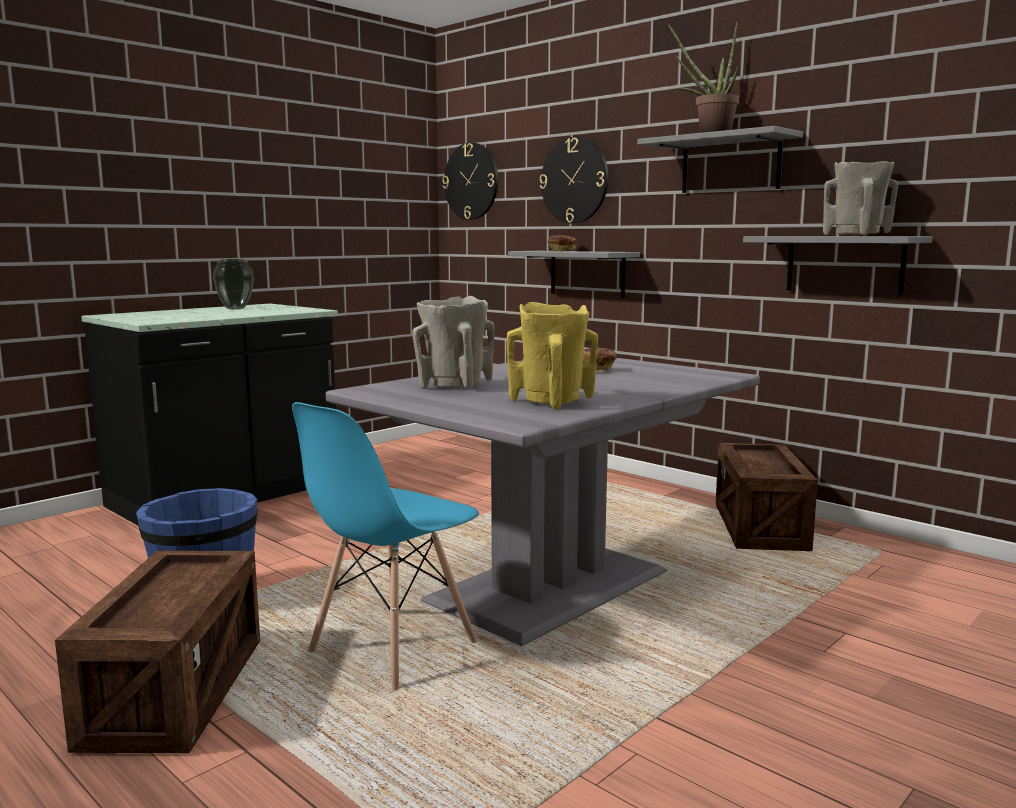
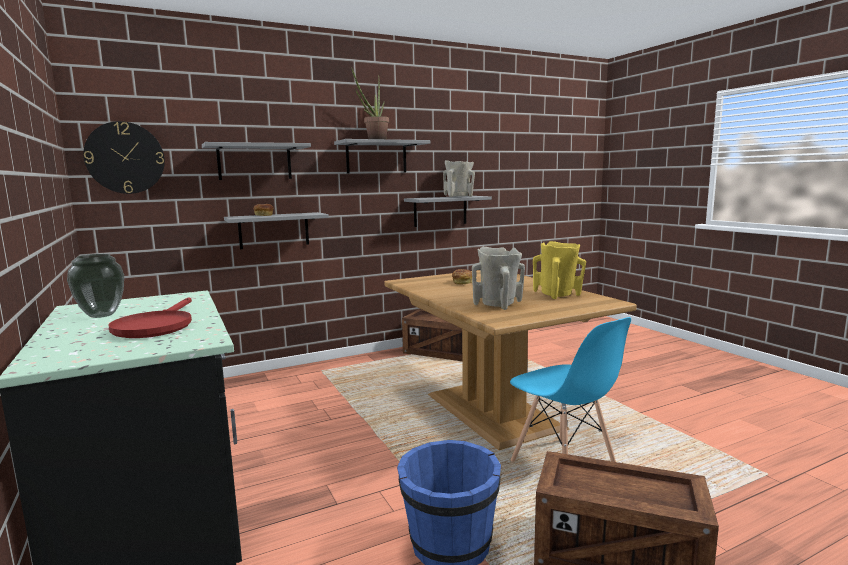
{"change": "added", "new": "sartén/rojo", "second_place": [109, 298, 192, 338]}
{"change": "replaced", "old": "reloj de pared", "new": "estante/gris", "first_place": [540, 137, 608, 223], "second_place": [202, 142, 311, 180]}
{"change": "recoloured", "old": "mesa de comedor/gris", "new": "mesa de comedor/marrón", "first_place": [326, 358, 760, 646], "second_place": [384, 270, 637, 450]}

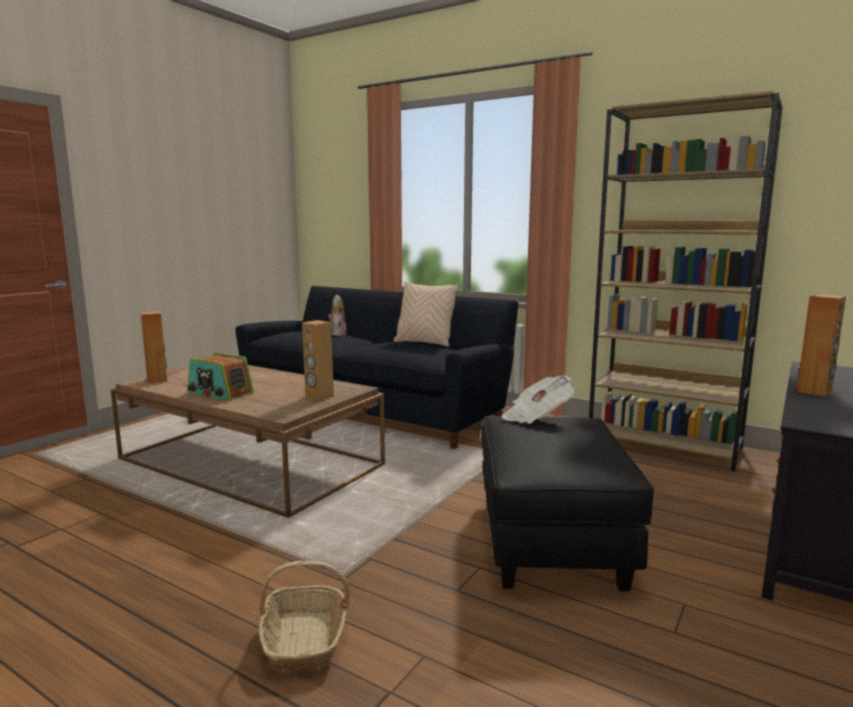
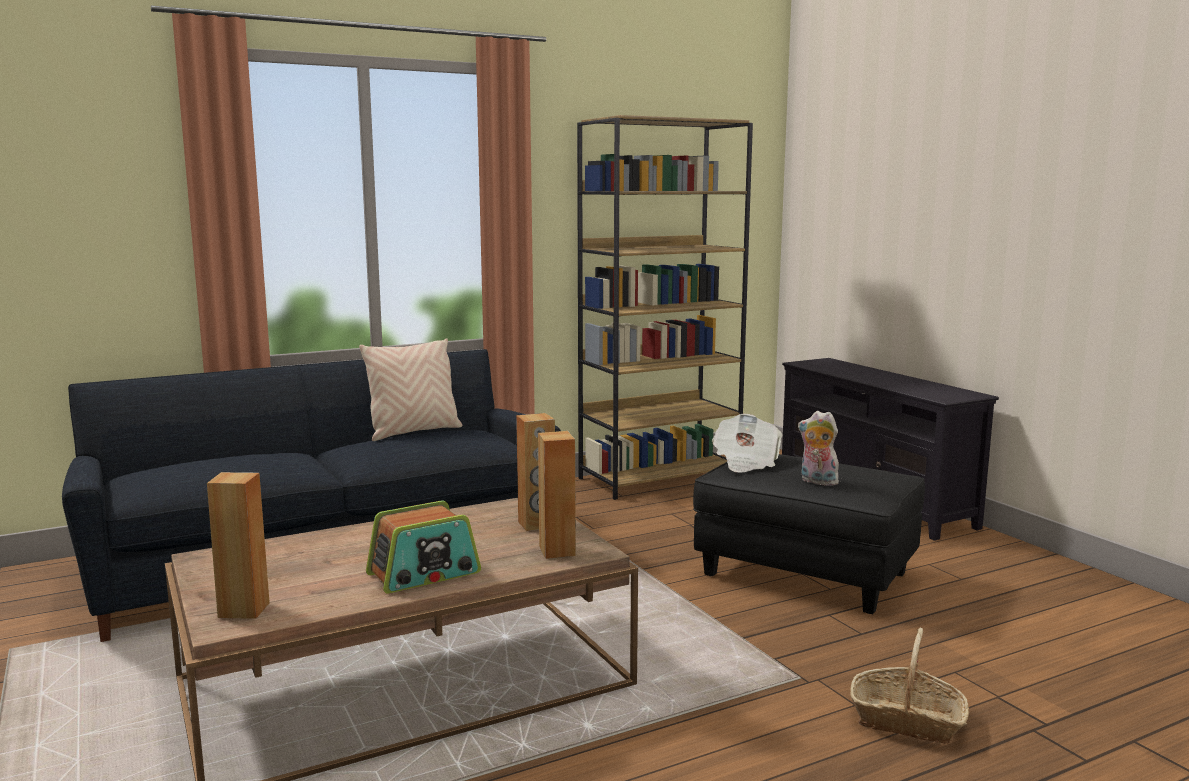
{"change": "moved", "old": "altavoz/marrón", "first_place": [797, 294, 846, 397], "second_place": [538, 431, 576, 559]}
{"change": "moved", "old": "peluche", "first_place": [328, 294, 346, 336], "second_place": [798, 411, 839, 486]}

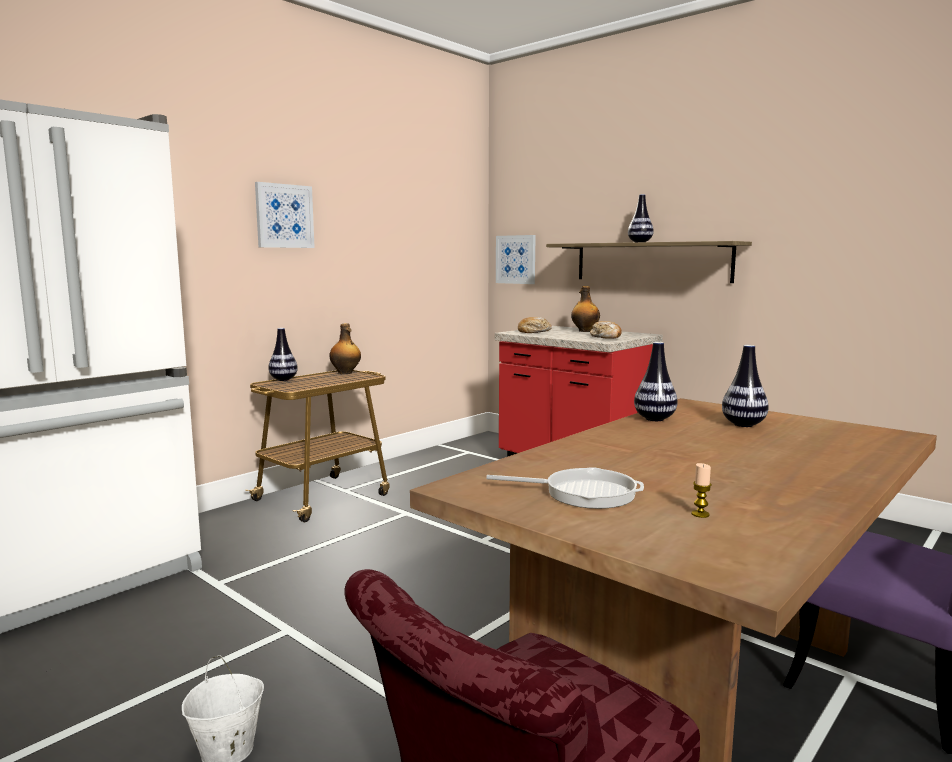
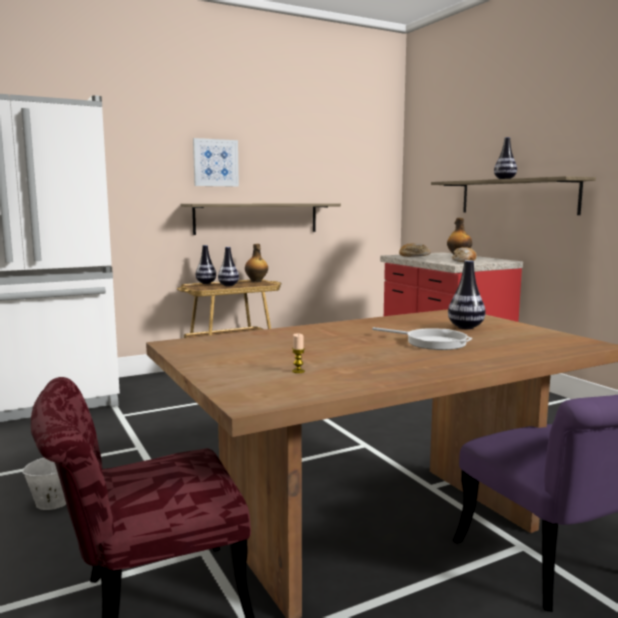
{"change": "added", "new": "estante", "second_place": [181, 203, 341, 235]}
{"change": "moved", "old": "florero", "first_place": [634, 342, 677, 421], "second_place": [218, 247, 239, 286]}
{"change": "moved", "old": "sartén", "first_place": [486, 467, 644, 509], "second_place": [372, 327, 472, 350]}
{"change": "removed", "old": "cuadro", "first_place": [496, 235, 536, 284]}

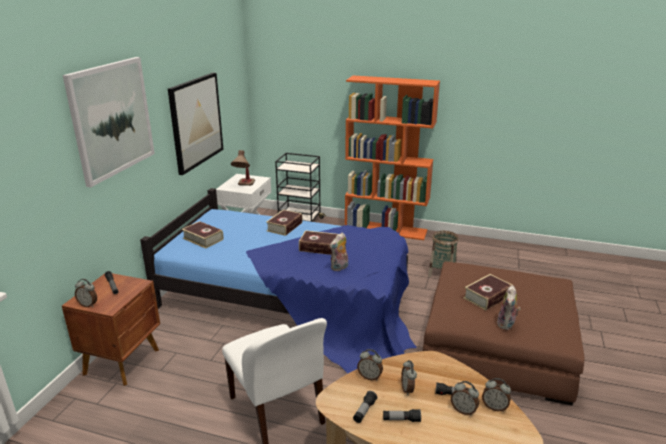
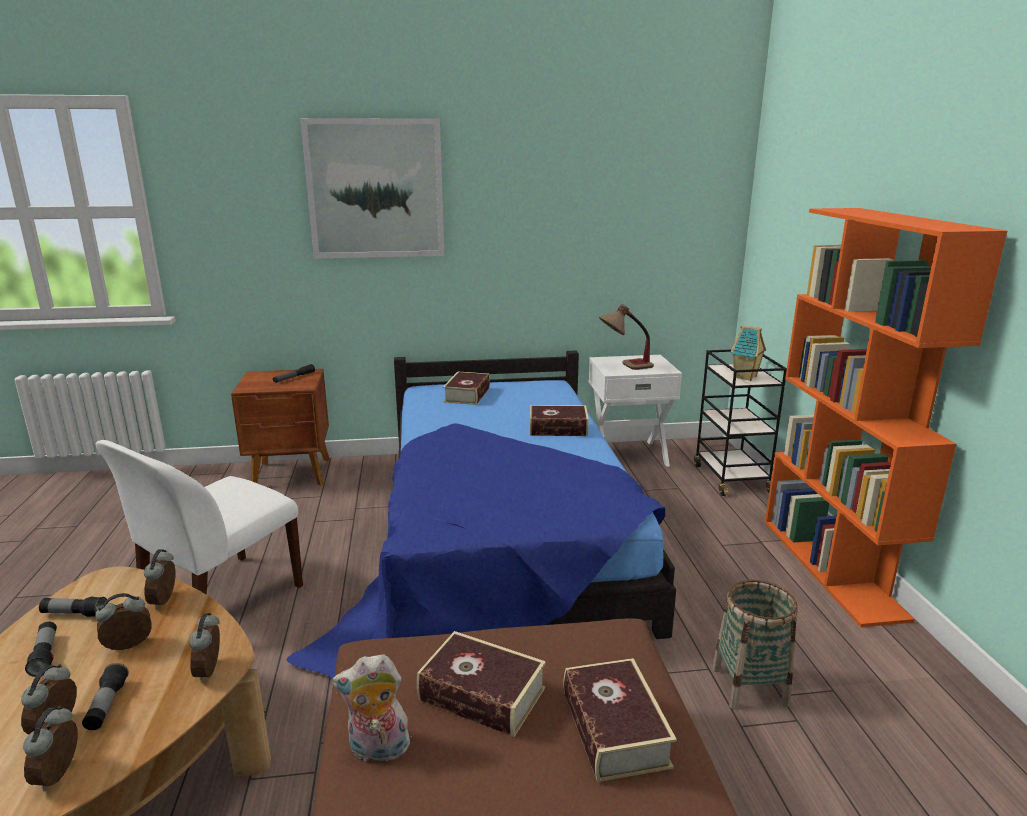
{"change": "moved", "old": "despertador", "first_place": [75, 279, 97, 307], "second_place": [189, 613, 220, 683]}
{"change": "moved", "old": "libro", "first_place": [299, 230, 339, 255], "second_place": [563, 658, 677, 782]}
{"change": "added", "new": "casita", "second_place": [731, 325, 766, 381]}
{"change": "removed", "old": "cuadro", "first_place": [168, 73, 224, 175]}
{"change": "removed", "old": "peluche", "first_place": [330, 233, 348, 271]}

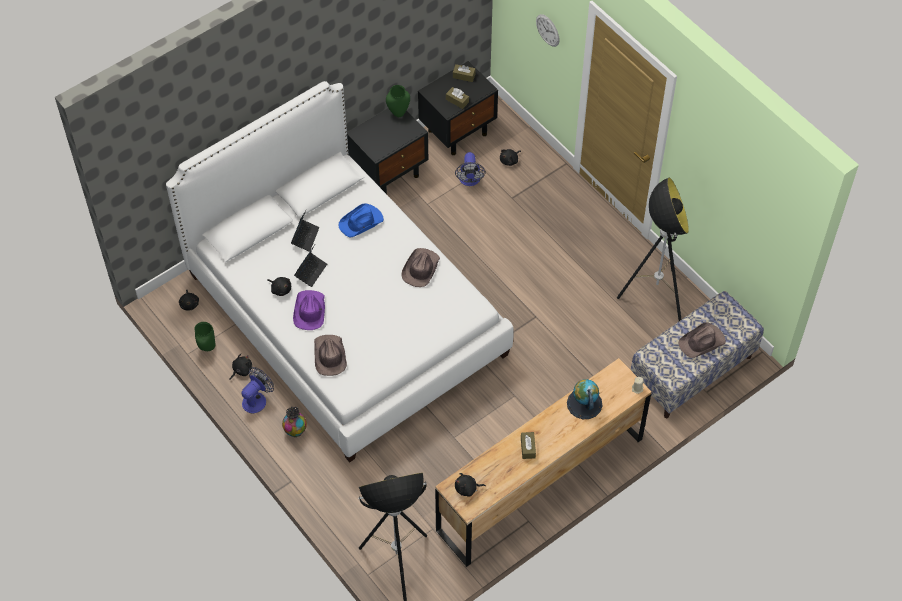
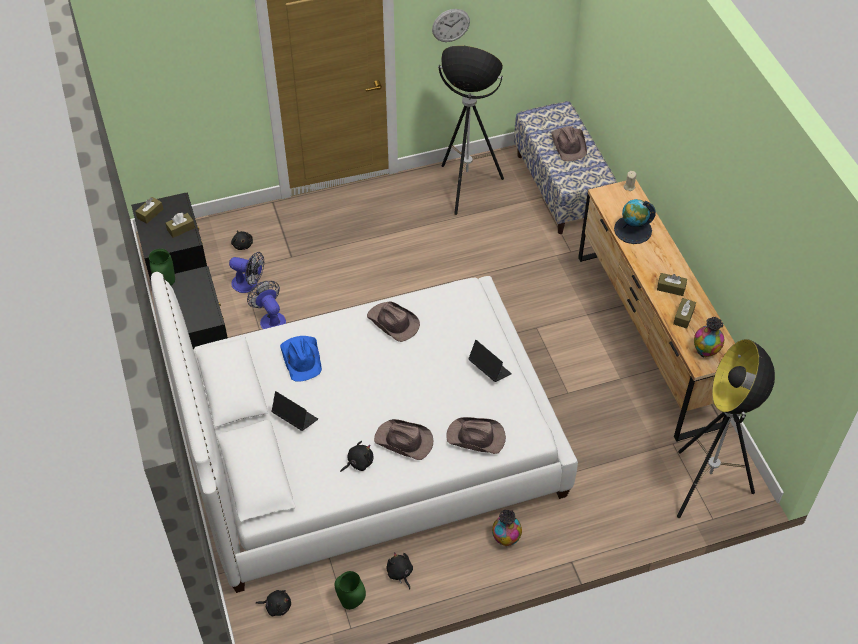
{"change": "moved", "old": "ventilador", "first_place": [241, 367, 274, 413], "second_place": [247, 281, 286, 329]}
{"change": "recoloured", "old": "sombrero/morado", "new": "sombrero/marrón", "first_place": [293, 290, 325, 330], "second_place": [374, 419, 433, 460]}
{"change": "moved", "old": "reloj de pared", "first_place": [536, 14, 559, 47], "second_place": [432, 9, 470, 42]}
{"change": "moved", "old": "portátil", "first_place": [294, 245, 327, 287], "second_place": [468, 340, 512, 382]}
{"change": "added", "new": "caja de pañuelos/marrón", "second_place": [673, 298, 696, 329]}
{"change": "replaced", "old": "peluche/negro", "new": "florero", "first_place": [455, 473, 486, 497], "second_place": [694, 317, 724, 358]}

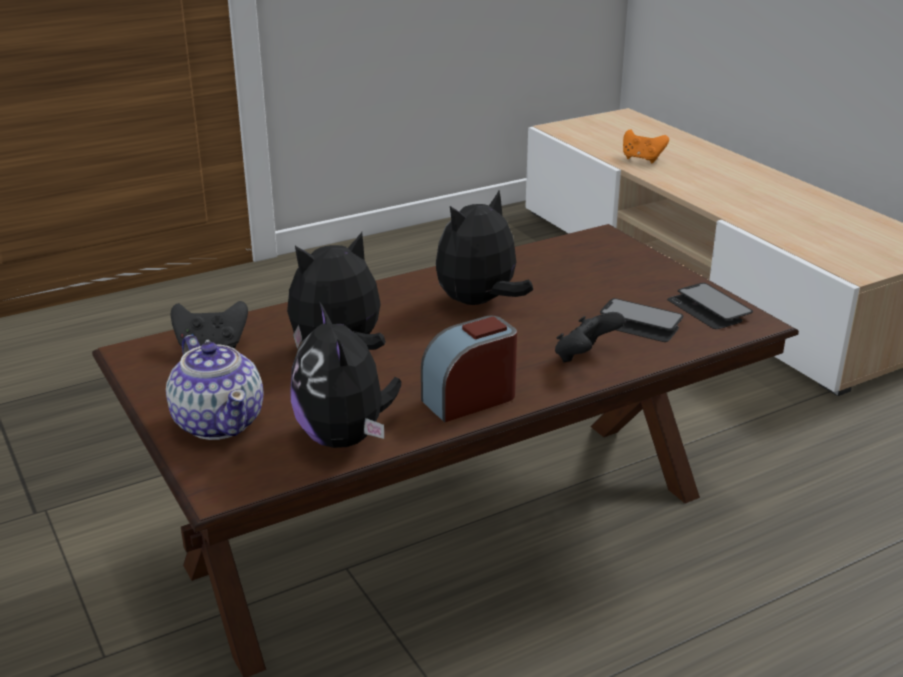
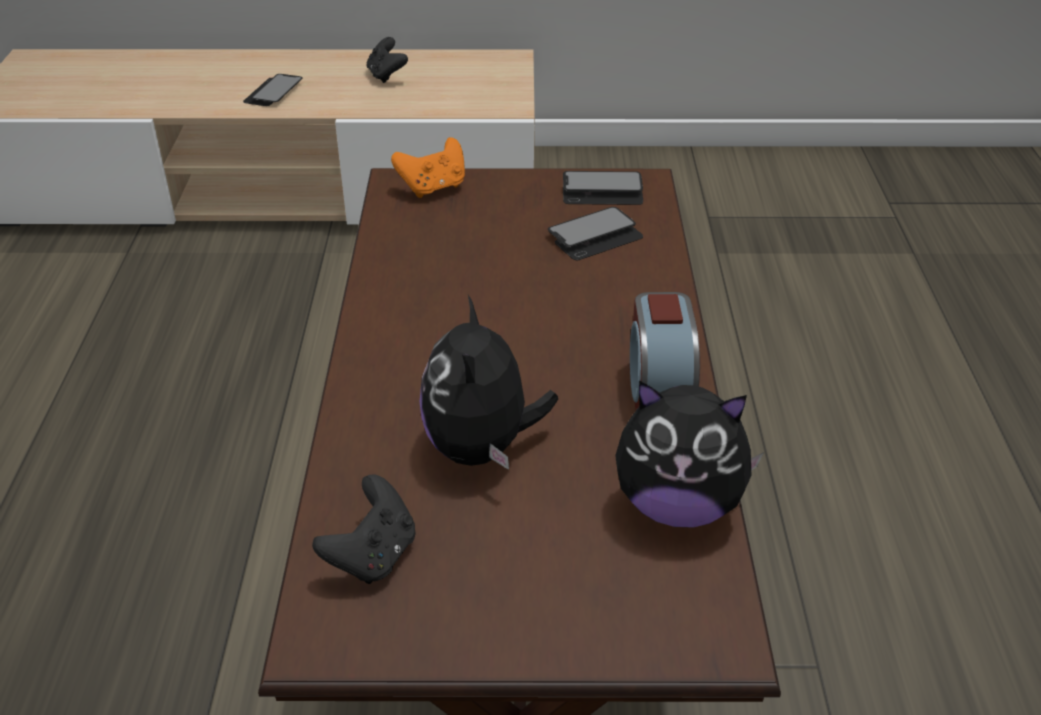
{"change": "added", "new": "móvil", "second_place": [243, 74, 303, 106]}
{"change": "moved", "old": "mando de consola/negro", "first_place": [555, 312, 625, 363], "second_place": [367, 37, 408, 83]}
{"change": "moved", "old": "mando de consola/naranja", "first_place": [623, 129, 669, 163], "second_place": [391, 137, 465, 198]}
{"change": "removed", "old": "tetera", "first_place": [166, 335, 263, 440]}
{"change": "removed", "old": "peluche", "first_place": [436, 190, 533, 305]}

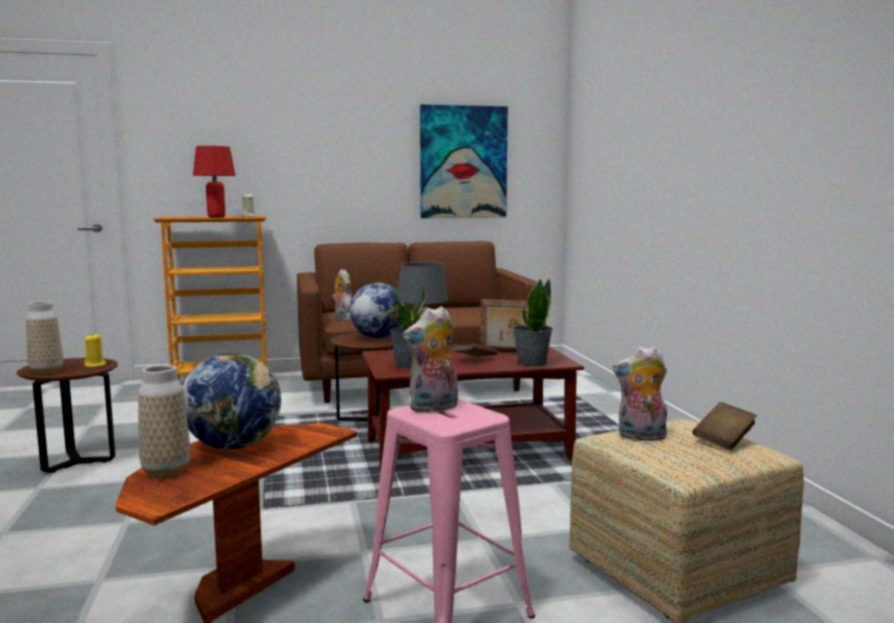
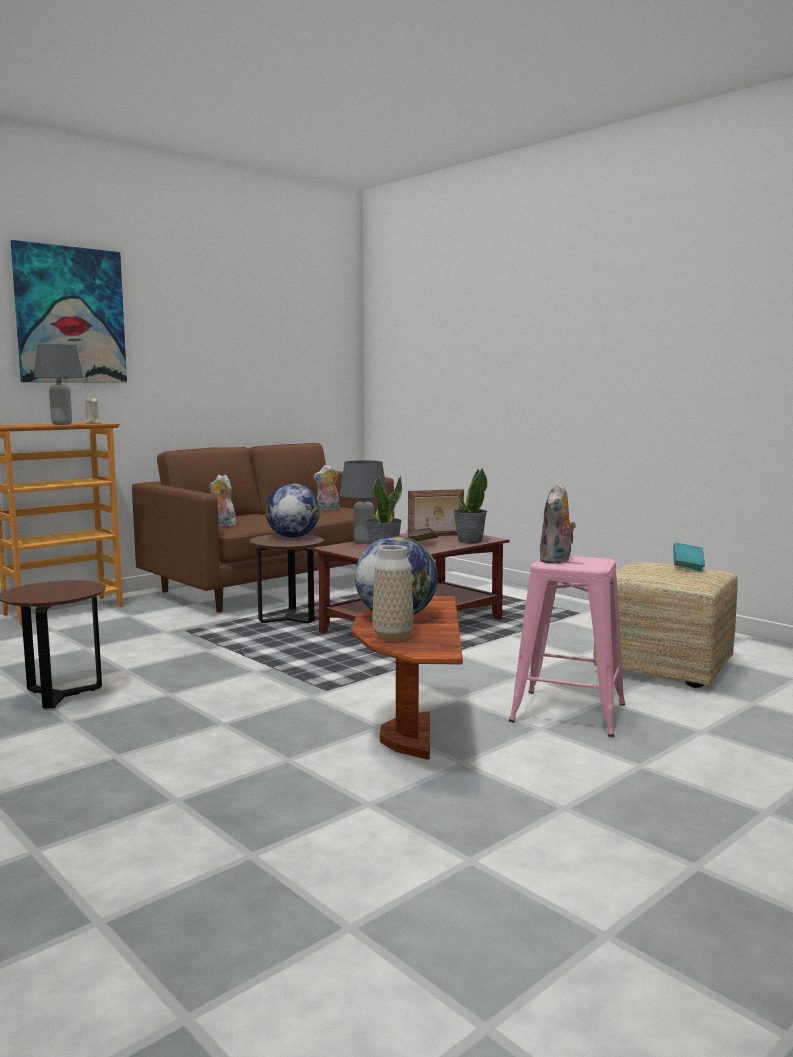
{"change": "moved", "old": "cuadro", "first_place": [420, 104, 508, 218], "second_place": [11, 240, 127, 383]}
{"change": "recoloured", "old": "lámpara de mesa/rojo", "new": "lámpara de mesa/gris", "first_place": [193, 146, 236, 218], "second_place": [34, 344, 83, 425]}
{"change": "moved", "old": "peluche", "first_place": [613, 346, 667, 441], "second_place": [313, 465, 340, 511]}
{"change": "recoloured", "old": "libro/marrón", "new": "libro/turquesa", "first_place": [693, 402, 757, 451], "second_place": [673, 543, 705, 572]}
{"change": "removed", "old": "florero", "first_place": [26, 301, 63, 374]}
{"change": "removed", "old": "vela/amarillo", "first_place": [84, 333, 106, 367]}

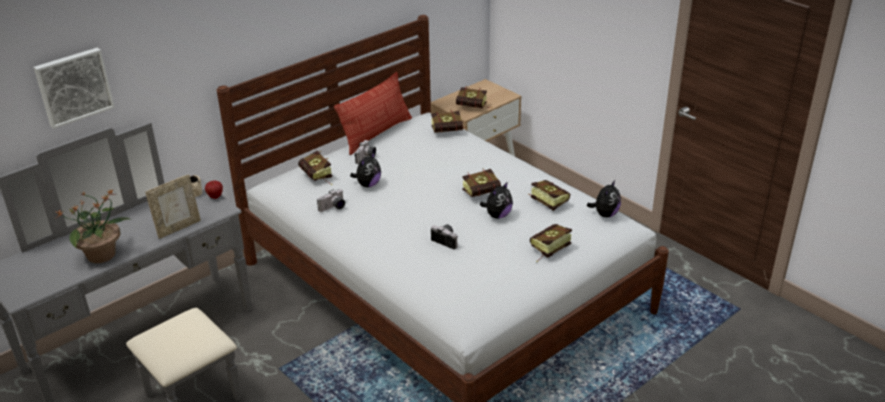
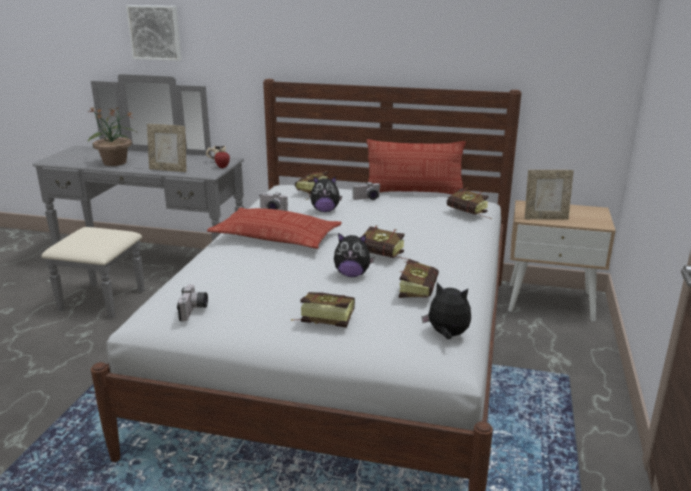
{"change": "moved", "old": "cámara", "first_place": [431, 224, 457, 249], "second_place": [177, 284, 208, 322]}
{"change": "added", "new": "cojín", "second_place": [207, 208, 342, 249]}
{"change": "turned", "old": "peluche", "first_place": [587, 180, 621, 217], "second_place": [422, 282, 471, 339], "degrees": -150}
{"change": "replaced", "old": "libro", "new": "portarretratos", "first_place": [456, 86, 492, 108], "second_place": [525, 170, 574, 220]}

